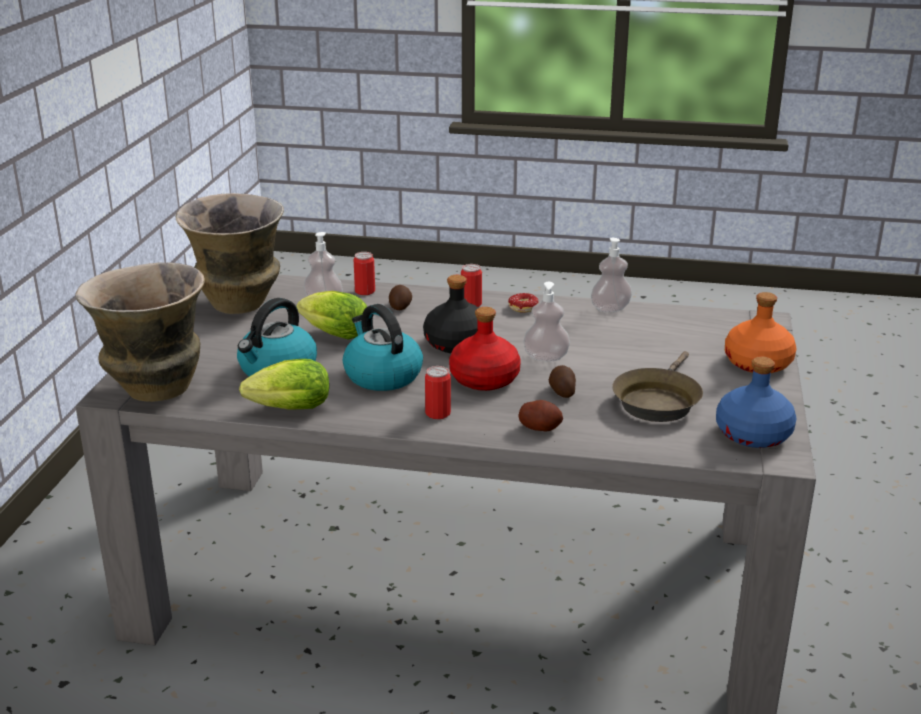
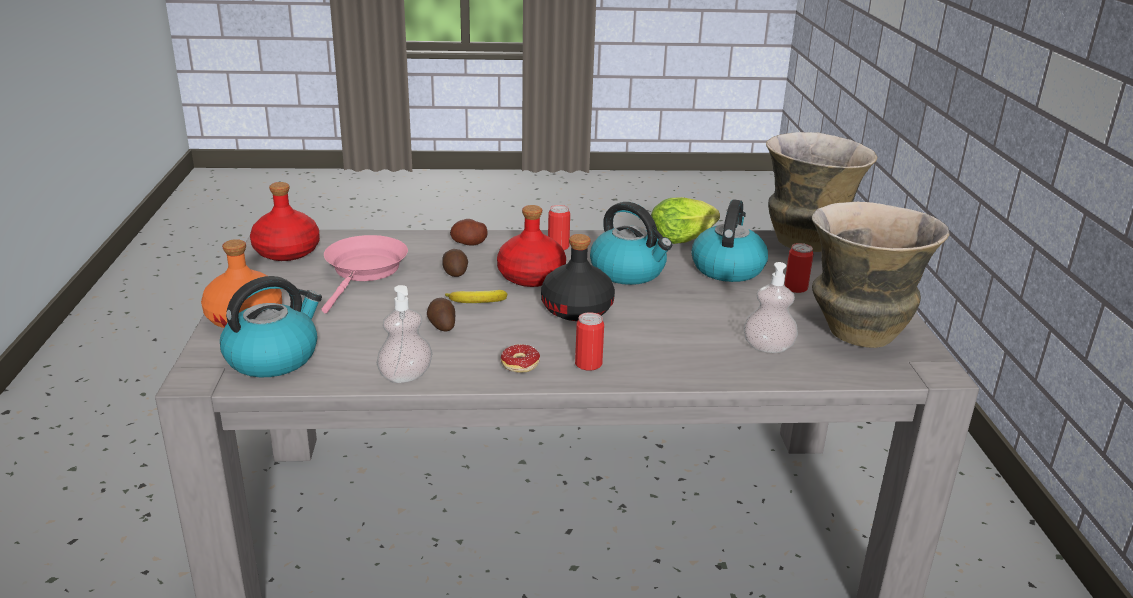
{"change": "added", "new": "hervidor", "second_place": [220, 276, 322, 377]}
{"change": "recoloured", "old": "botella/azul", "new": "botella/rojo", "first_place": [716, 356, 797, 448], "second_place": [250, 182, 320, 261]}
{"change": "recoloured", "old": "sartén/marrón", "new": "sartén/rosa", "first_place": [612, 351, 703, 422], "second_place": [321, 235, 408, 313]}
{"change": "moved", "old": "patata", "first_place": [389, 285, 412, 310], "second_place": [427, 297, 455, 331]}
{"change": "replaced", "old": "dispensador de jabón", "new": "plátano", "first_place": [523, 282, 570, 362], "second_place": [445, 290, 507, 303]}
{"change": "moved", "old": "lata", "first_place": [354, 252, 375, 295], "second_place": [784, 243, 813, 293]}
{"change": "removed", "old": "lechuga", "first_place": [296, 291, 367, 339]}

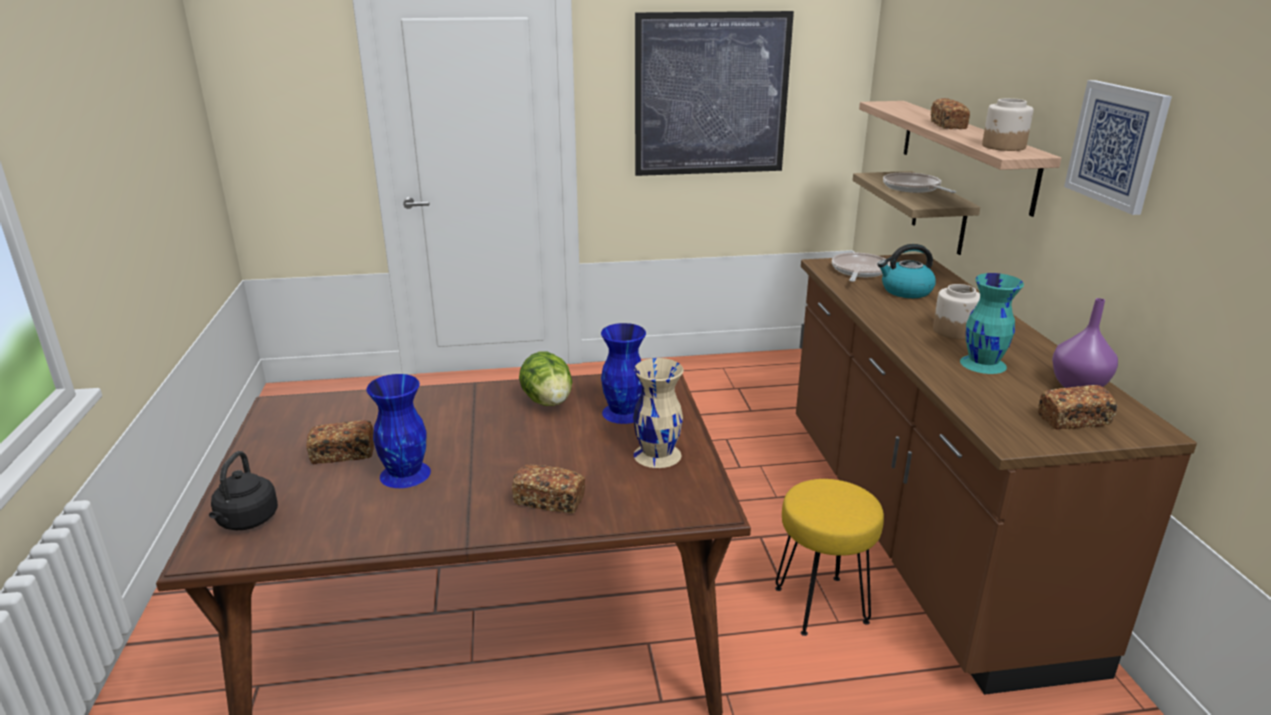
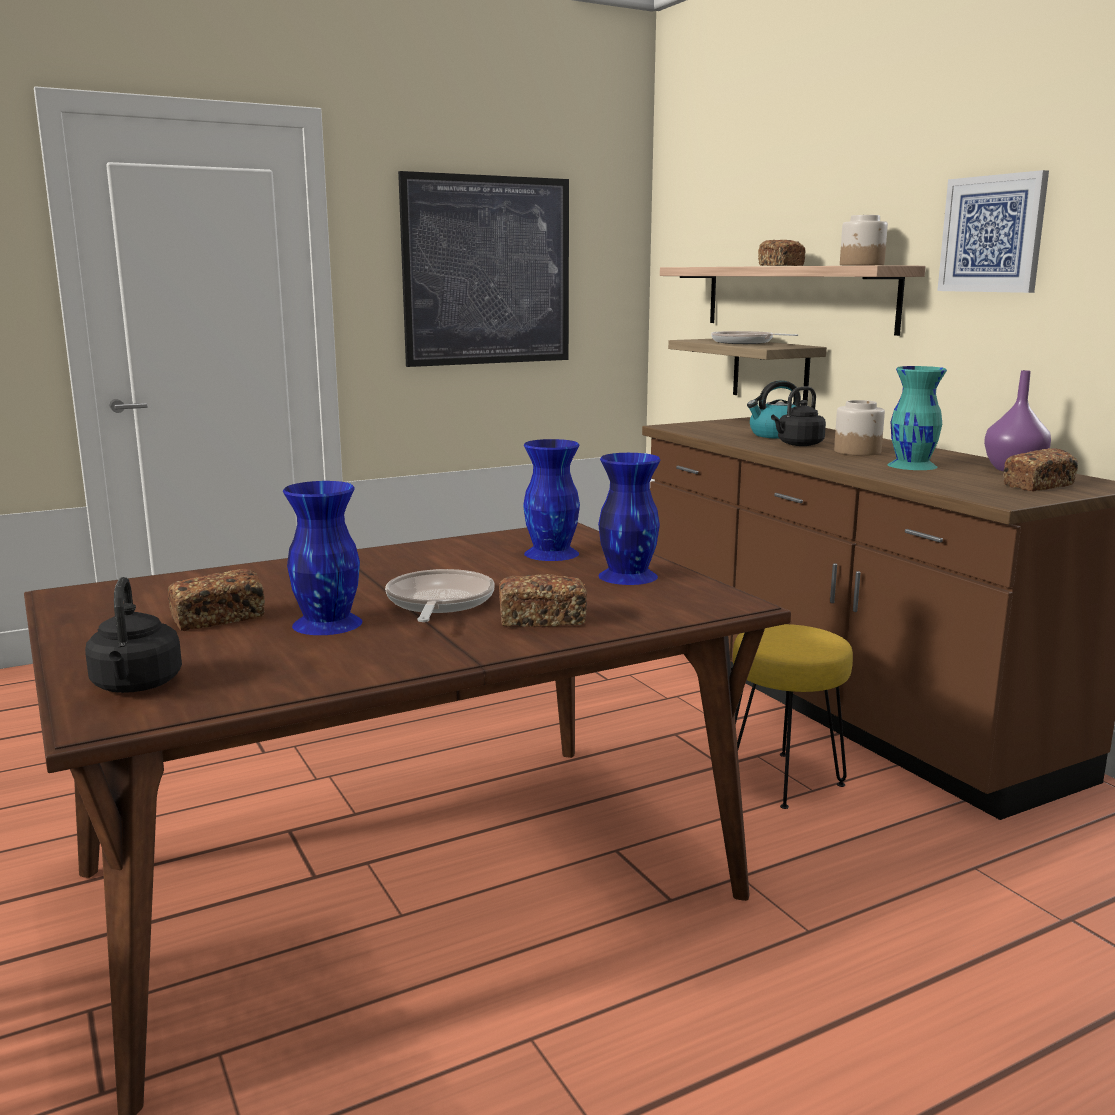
{"change": "moved", "old": "sartén", "first_place": [832, 253, 890, 282], "second_place": [385, 569, 495, 622]}
{"change": "recoloured", "old": "florero/beis", "new": "florero/azul", "first_place": [633, 358, 683, 468], "second_place": [598, 453, 661, 585]}
{"change": "added", "new": "hervidor/negro", "second_place": [771, 386, 826, 446]}
{"change": "removed", "old": "lechuga", "first_place": [519, 351, 572, 406]}

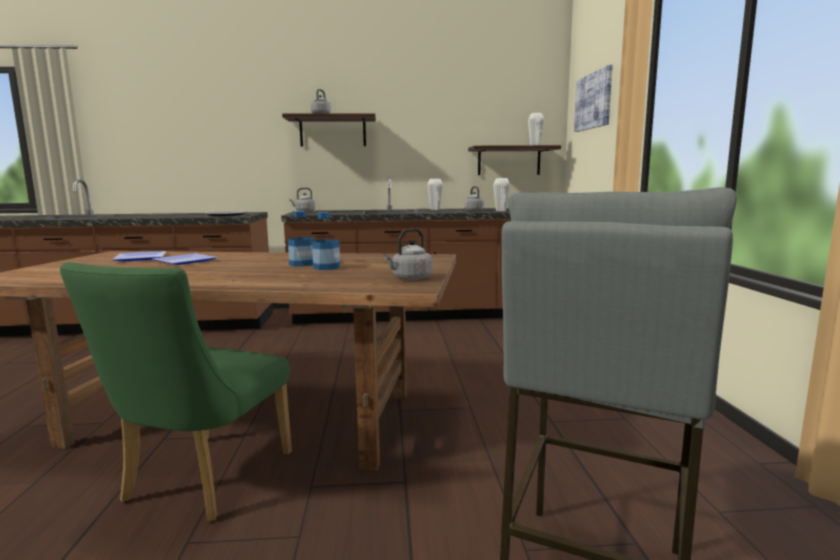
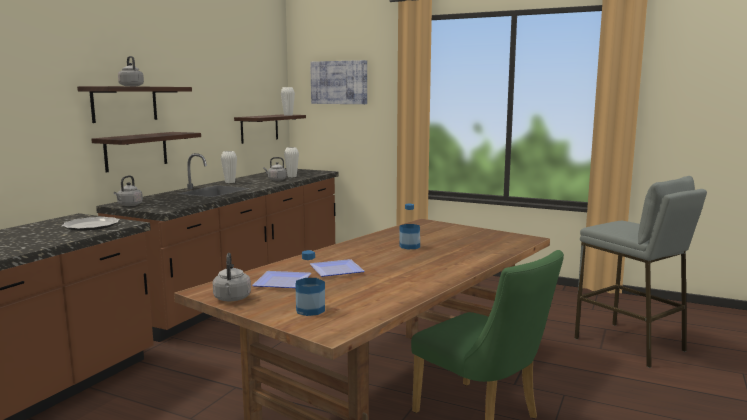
{"change": "added", "new": "estante", "second_place": [91, 132, 201, 172]}
{"change": "moved", "old": "hervidor/gris", "first_place": [384, 228, 432, 280], "second_place": [213, 253, 251, 301]}
{"change": "moved", "old": "botella", "first_place": [313, 212, 340, 270], "second_place": [296, 250, 325, 316]}

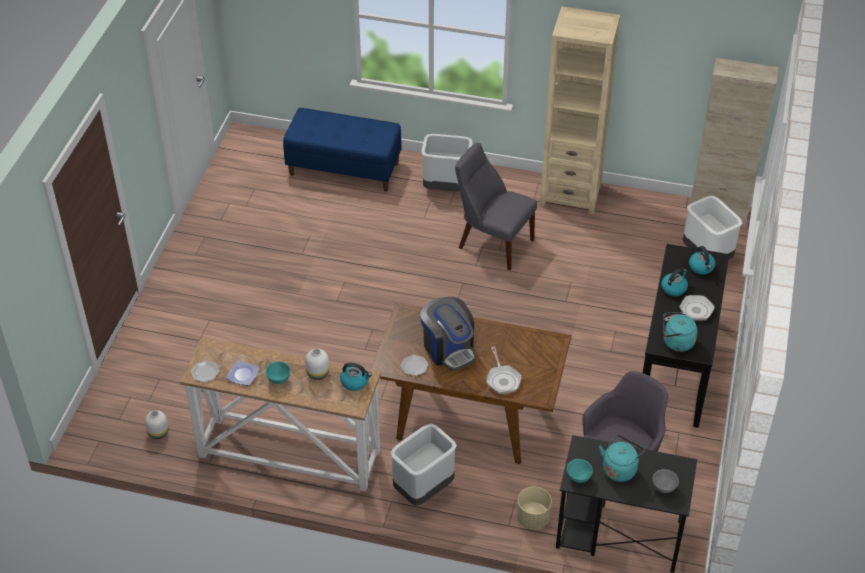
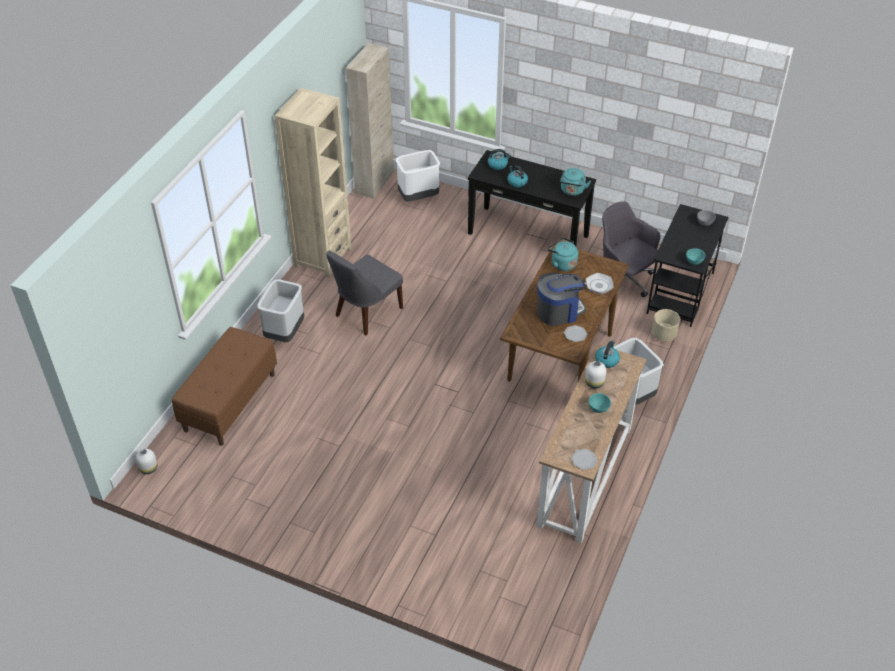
{"change": "moved", "old": "florero/blanco", "first_place": [145, 410, 169, 439], "second_place": [136, 449, 158, 474]}
{"change": "recoloured", "old": "banco/azul", "new": "banco/marrón", "first_place": [283, 108, 401, 192], "second_place": [172, 327, 277, 446]}
{"change": "moved", "old": "hervidor/turquesa", "first_place": [599, 435, 645, 482], "second_place": [547, 237, 578, 271]}
{"change": "removed", "old": "plato", "first_place": [226, 360, 260, 385]}
{"change": "removed", "old": "sartén", "first_place": [664, 295, 715, 321]}

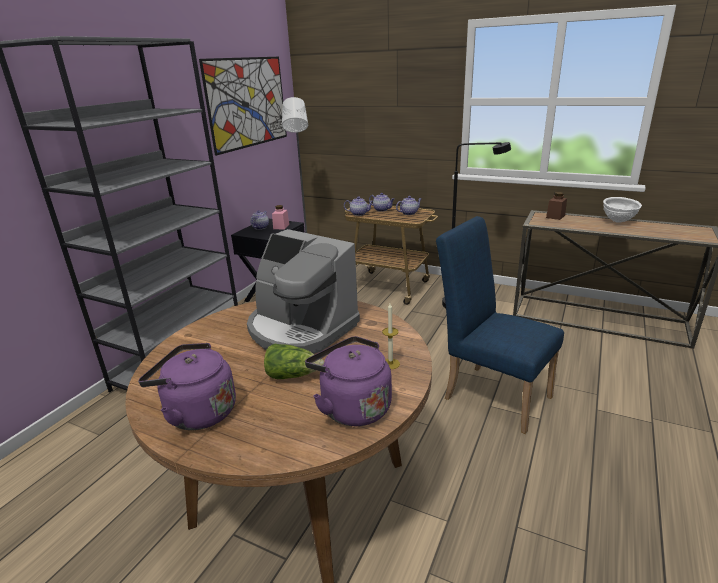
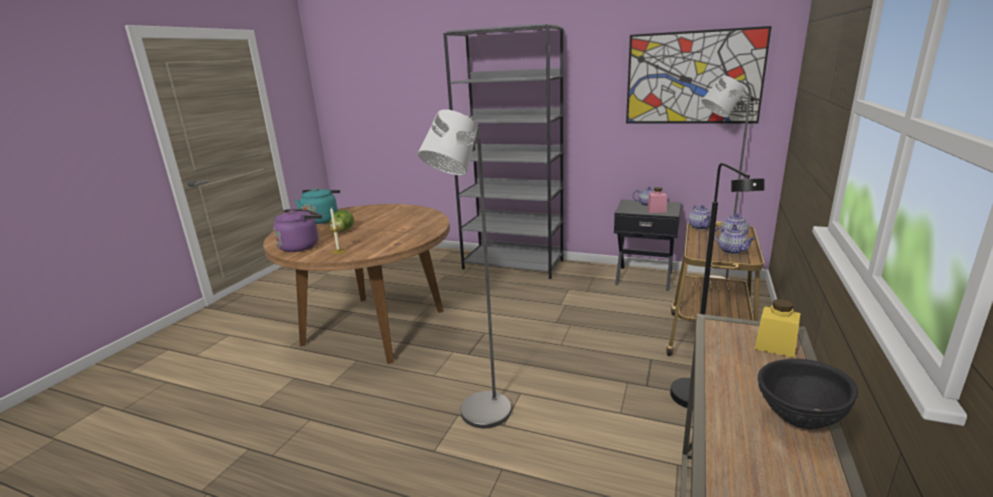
{"change": "recoloured", "old": "hervidor/morado", "new": "hervidor/turquesa", "first_place": [138, 343, 236, 430], "second_place": [295, 188, 340, 224]}
{"change": "replaced", "old": "silla/azul", "new": "lámpara de pie/gris", "first_place": [436, 216, 564, 434], "second_place": [418, 109, 511, 428]}
{"change": "recoloured", "old": "tarro/marrón", "new": "tarro/amarillo", "first_place": [546, 192, 567, 220], "second_place": [755, 299, 800, 358]}
{"change": "recoloured", "old": "cuenco/blanco", "new": "cuenco/negro", "first_place": [603, 197, 642, 223], "second_place": [758, 359, 858, 429]}
{"change": "removed", "old": "cafetera", "first_place": [247, 229, 360, 354]}

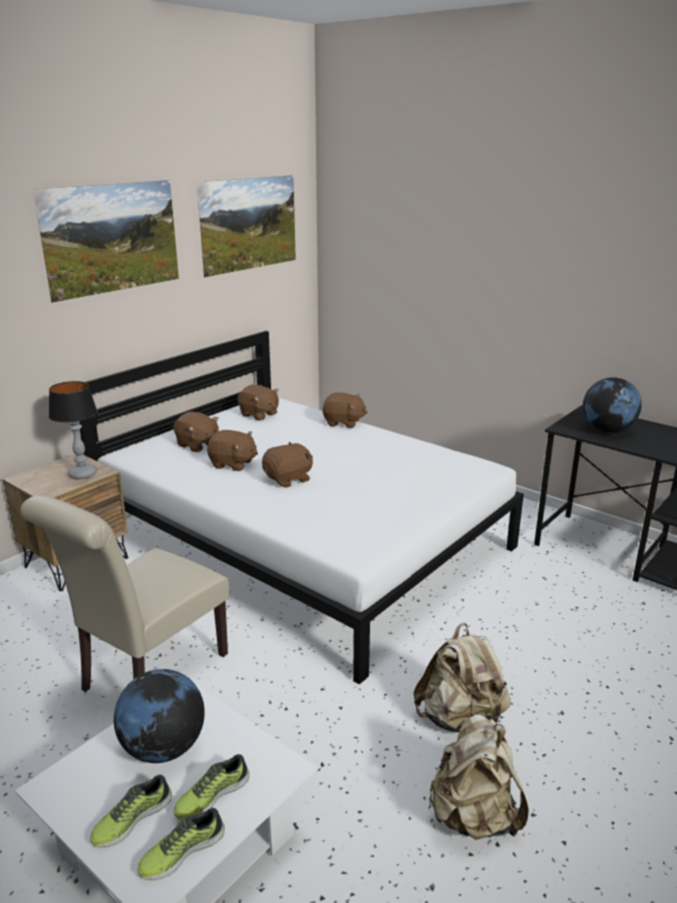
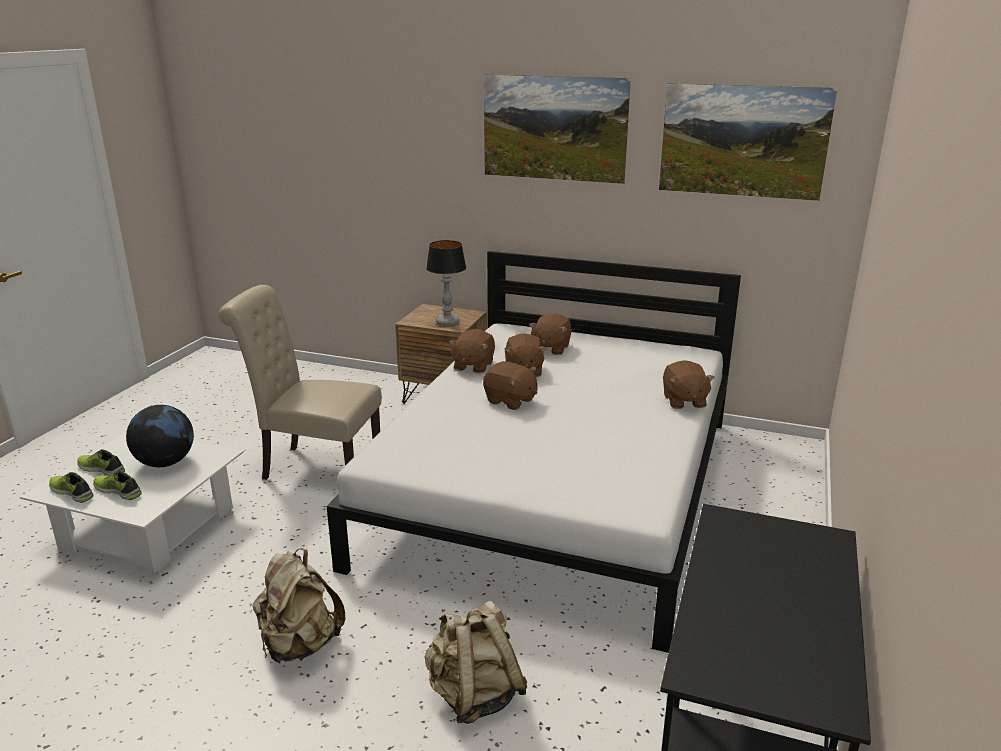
{"change": "moved", "old": "mochila/beis", "first_place": [429, 714, 529, 840], "second_place": [425, 600, 527, 724]}
{"change": "moved", "old": "peluche/marrón", "first_place": [238, 384, 279, 421], "second_place": [449, 329, 495, 373]}
{"change": "removed", "old": "globo terráqueo", "first_place": [583, 377, 642, 433]}

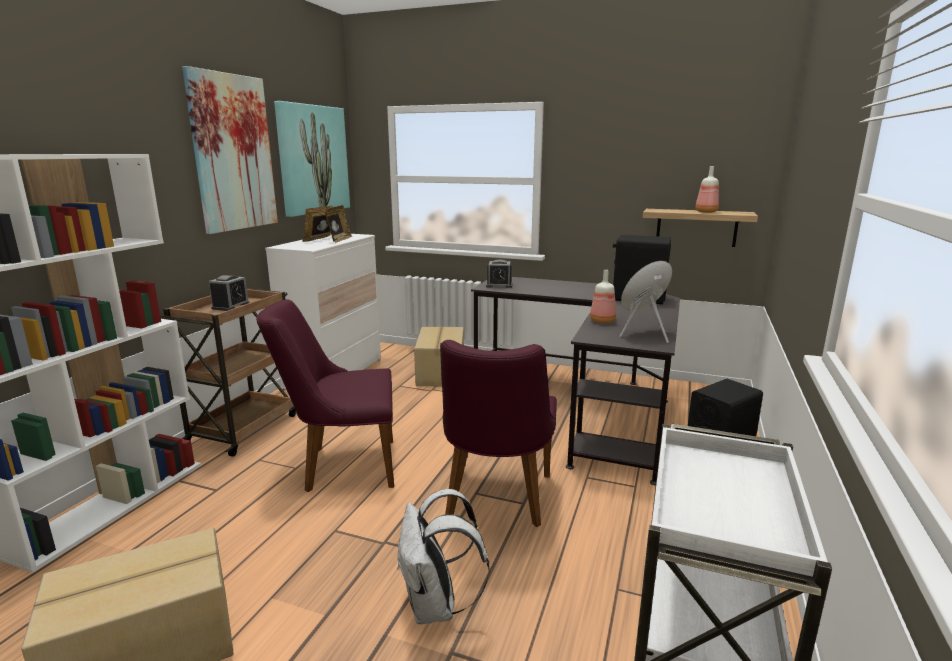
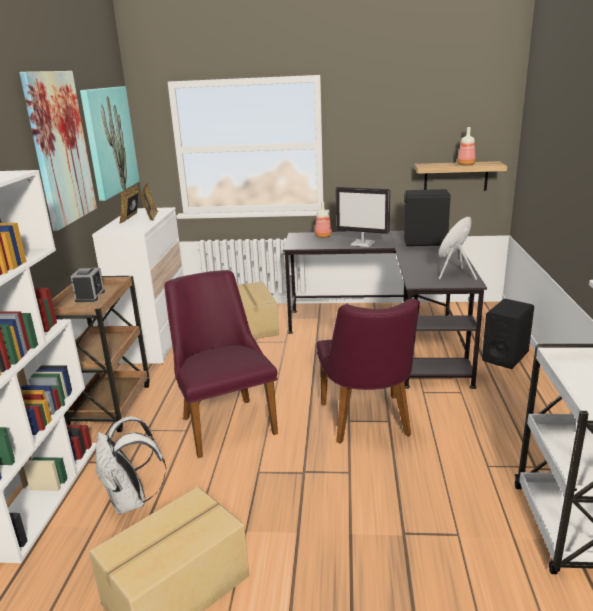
{"change": "moved", "old": "mochila/blanco", "first_place": [397, 489, 490, 624], "second_place": [96, 416, 166, 515]}
{"change": "turned", "old": "silla/morado", "first_place": [256, 299, 394, 492], "second_place": [164, 270, 278, 458], "degrees": 90}
{"change": "moved", "old": "botella", "first_place": [590, 270, 616, 324], "second_place": [315, 202, 332, 238]}
{"change": "added", "new": "monitor", "second_place": [336, 187, 391, 247]}
{"change": "removed", "old": "despertador", "first_place": [486, 259, 512, 288]}

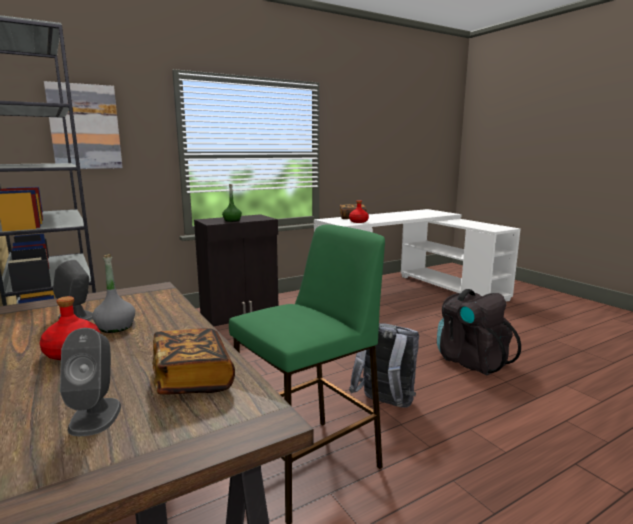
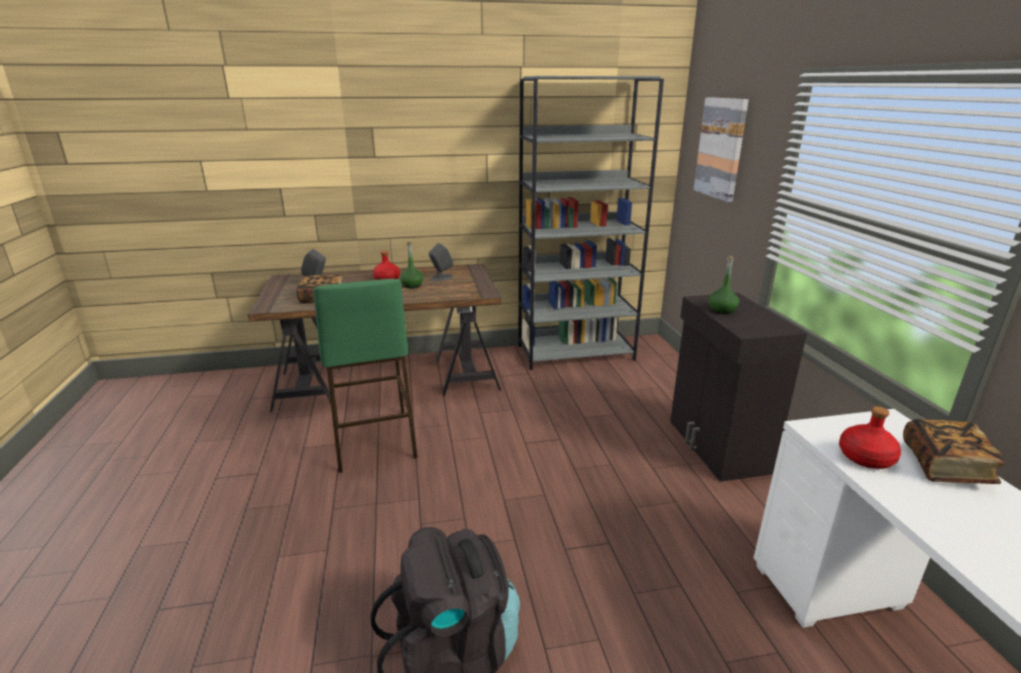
{"change": "recoloured", "old": "botella/gris", "new": "botella/verde", "first_place": [92, 254, 135, 333], "second_place": [400, 242, 424, 288]}
{"change": "removed", "old": "mochila/gris", "first_place": [349, 323, 419, 407]}

